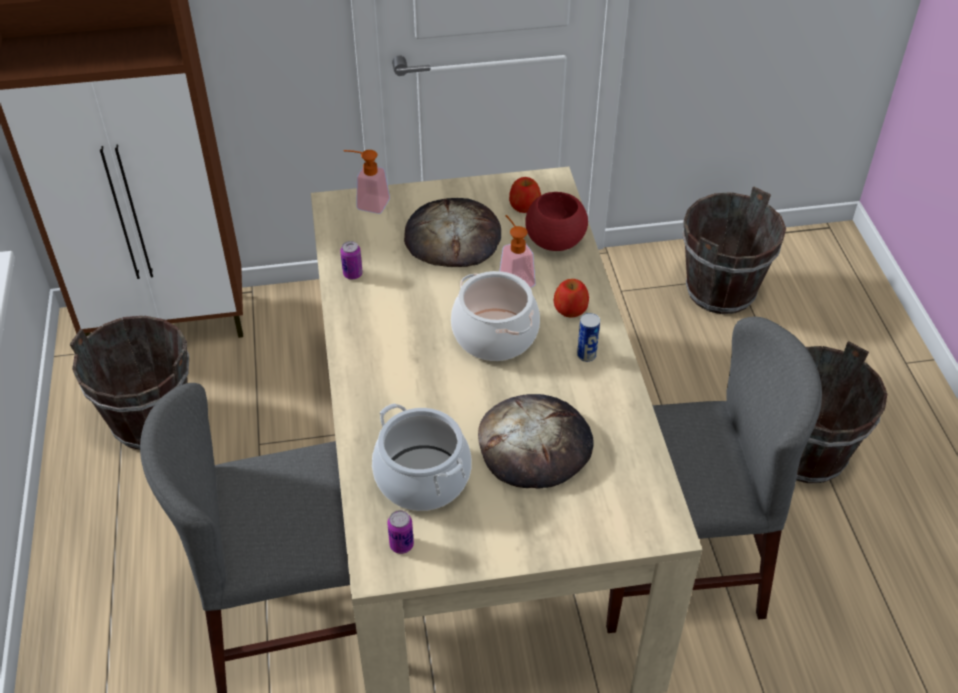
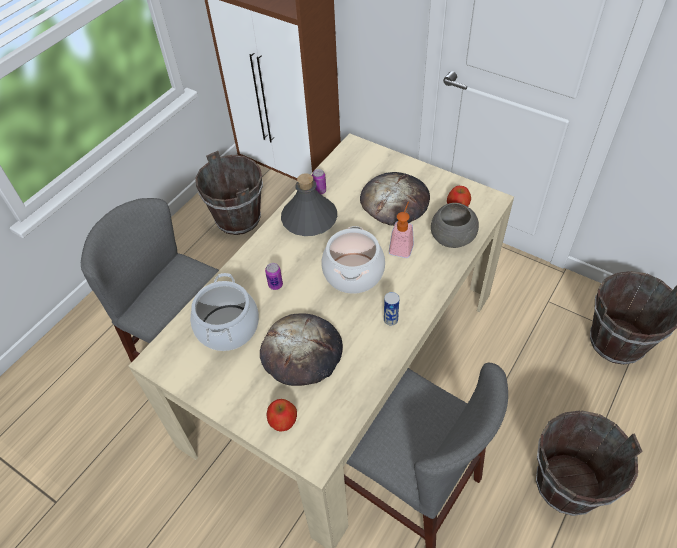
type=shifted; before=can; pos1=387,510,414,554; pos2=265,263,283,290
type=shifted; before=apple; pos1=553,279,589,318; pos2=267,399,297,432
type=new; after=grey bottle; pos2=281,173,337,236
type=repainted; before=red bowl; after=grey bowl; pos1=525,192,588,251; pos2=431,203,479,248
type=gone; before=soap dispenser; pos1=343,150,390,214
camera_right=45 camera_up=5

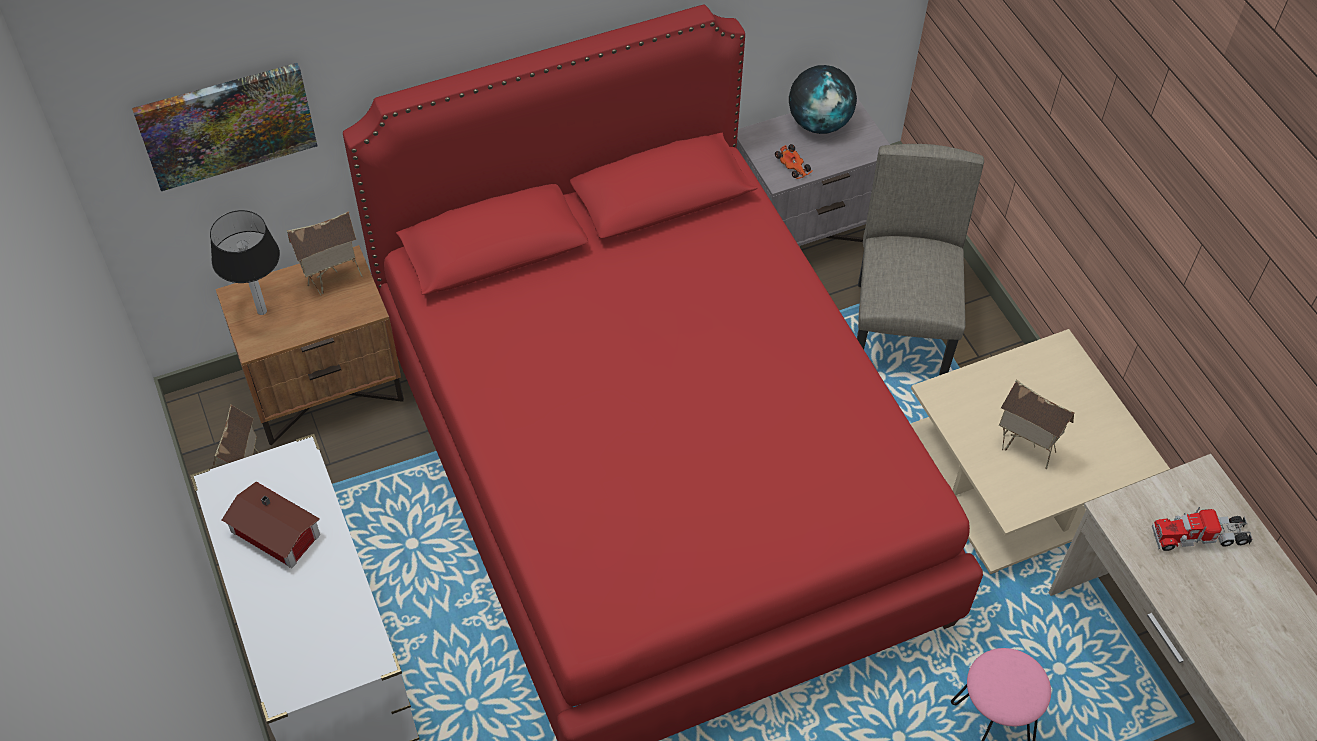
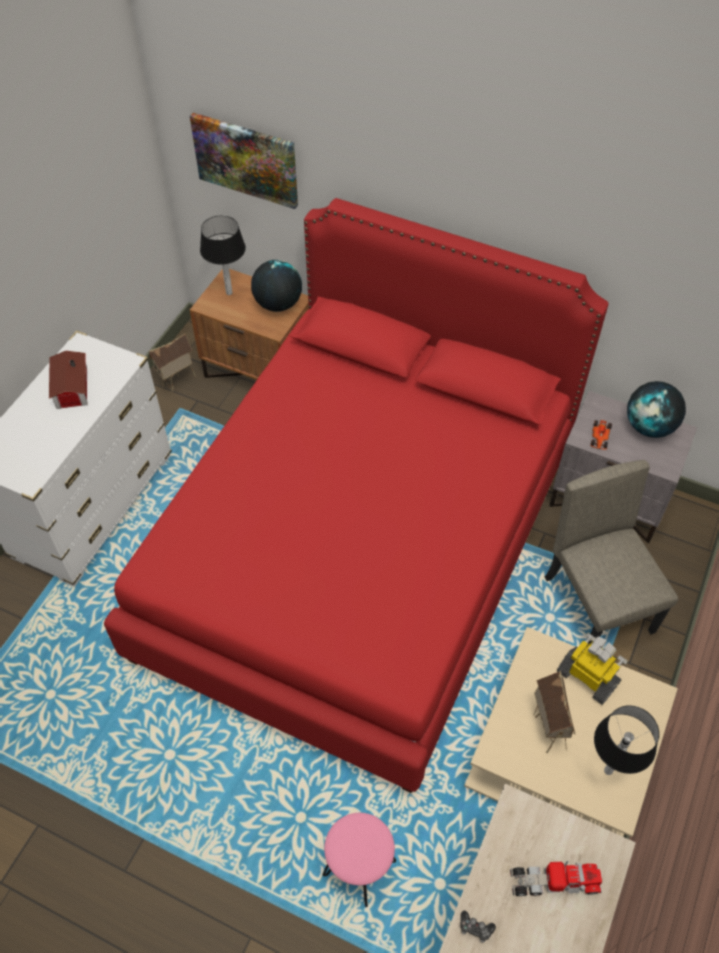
type=swapped; before=toy house; after=globe; pos1=287,211,363,296; pos2=251,260,302,312
type=new; after=game controller; pos2=460,911,496,943
type=rotated; before=toy truck; pos1=1152,507,1253,551; pos2=510,861,602,896; turn=135
type=rotated; before=beige chair; pos1=857,144,984,375; pos2=545,460,678,649; turn=-75
type=new; after=toy robot; pos2=557,633,628,705
type=new; after=table lamp; pos2=594,705,659,775
camera_right=50 camera_up=0

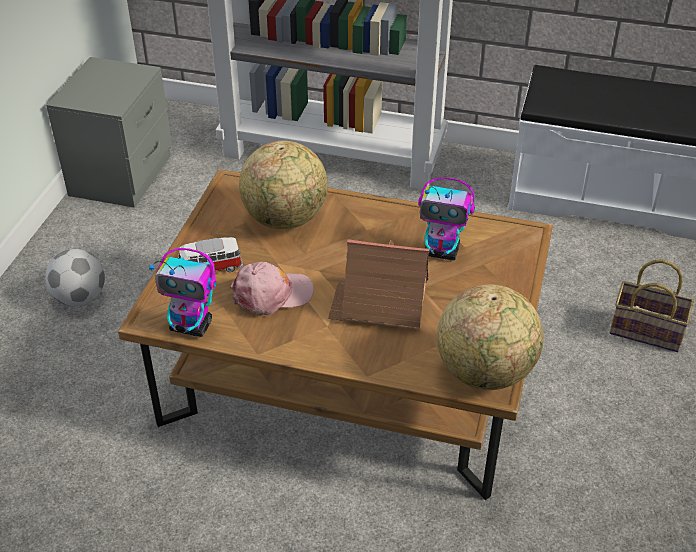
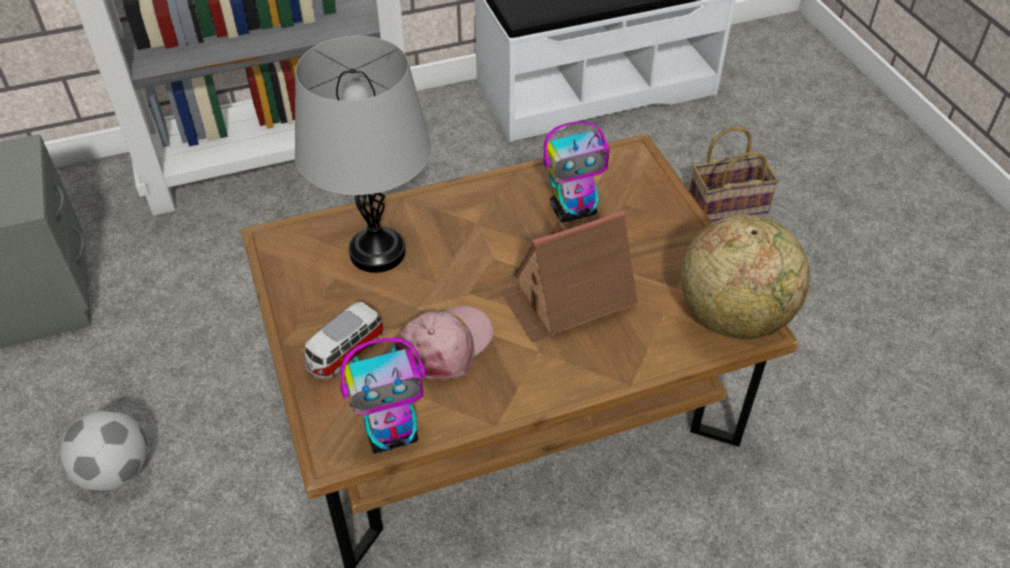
type=swapped; before=globe; after=grey table lamp; pos1=239,141,328,229; pos2=295,36,432,273
camera_right=-35 camera_up=5

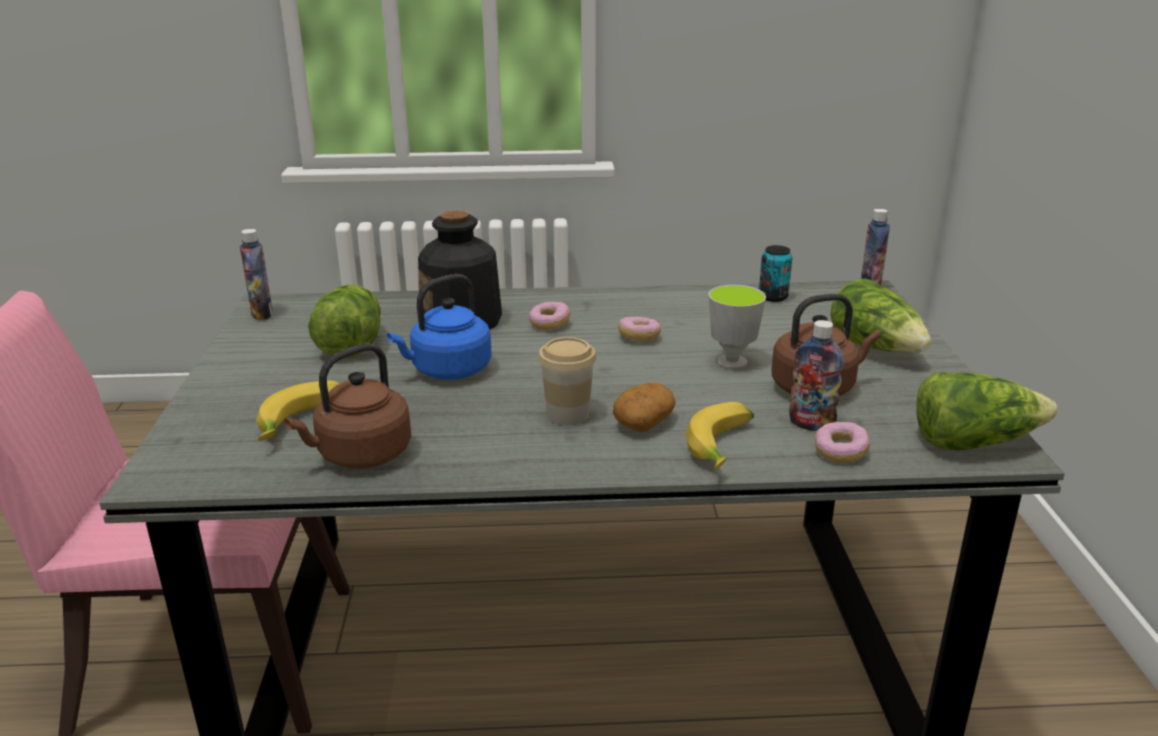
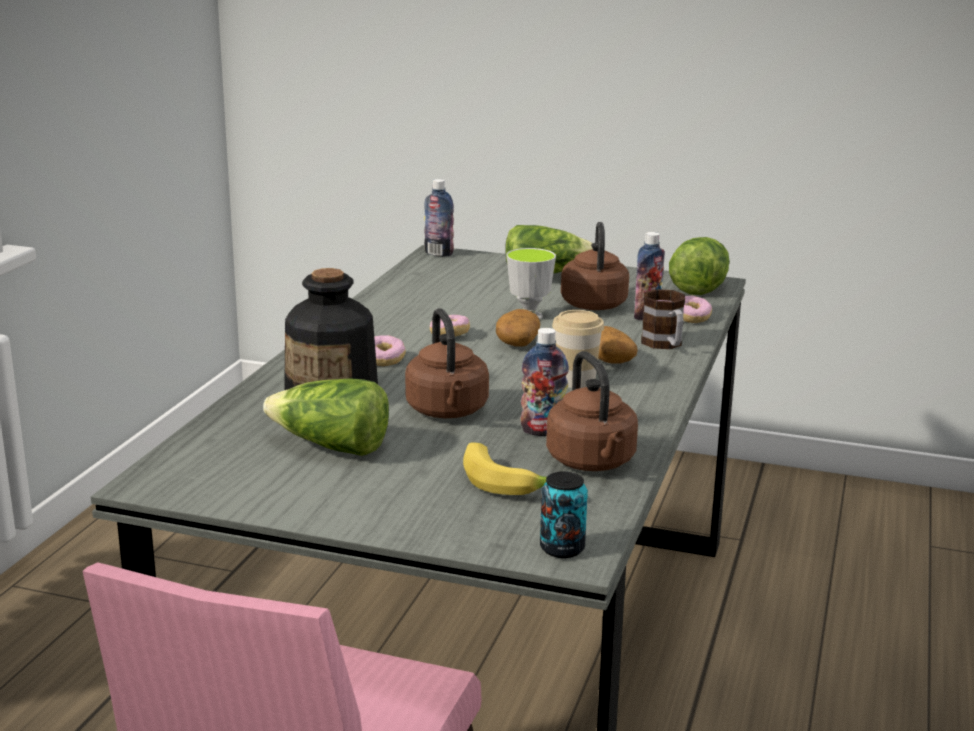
type=repainted; before=blue kettle; after=brown kettle; pos1=387,274,492,380; pos2=405,308,489,418
type=new; after=potato; pos2=496,309,540,347
type=shifted; before=bottle; pos1=240,229,273,320; pos2=520,328,569,436
type=shifted; before=can; pos1=759,245,792,302; pos2=540,471,588,558
type=swapped; before=banana; after=mug; pos1=686,402,754,470; pos2=641,289,685,349
camera_right=-70 camera_up=-5

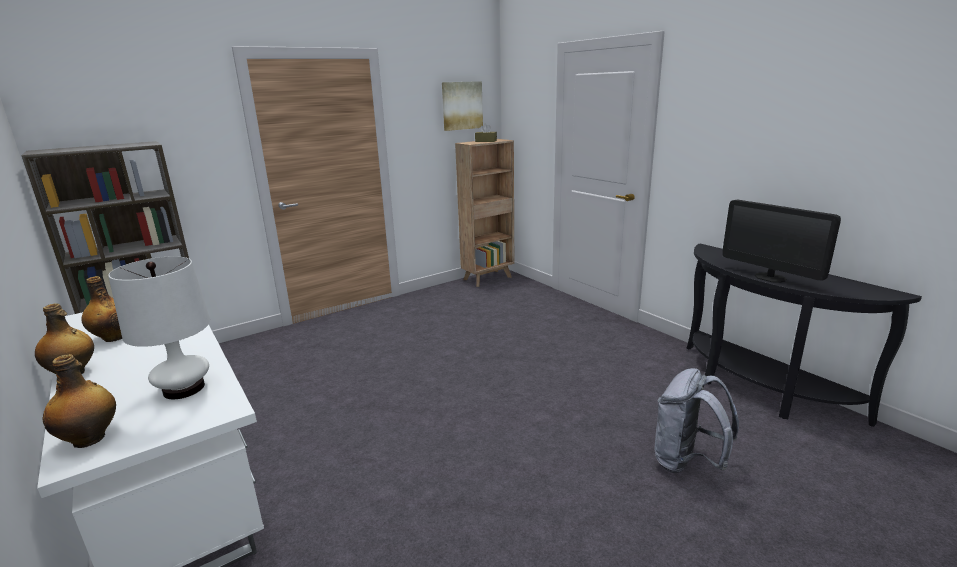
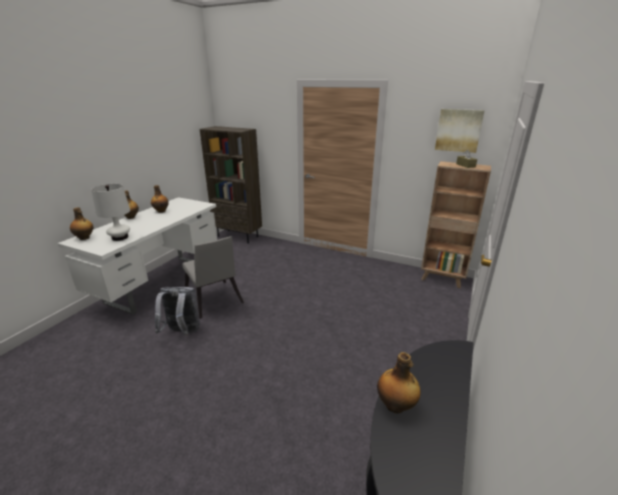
type=shifted; before=grey backpack; pos1=655,368,739,473; pos2=155,287,200,336
type=new; after=grey chair; pos2=182,236,244,319
type=swapped; before=monitor; after=bottle; pos1=722,199,841,283; pos2=377,352,421,413
camera_right=60 camera_up=5

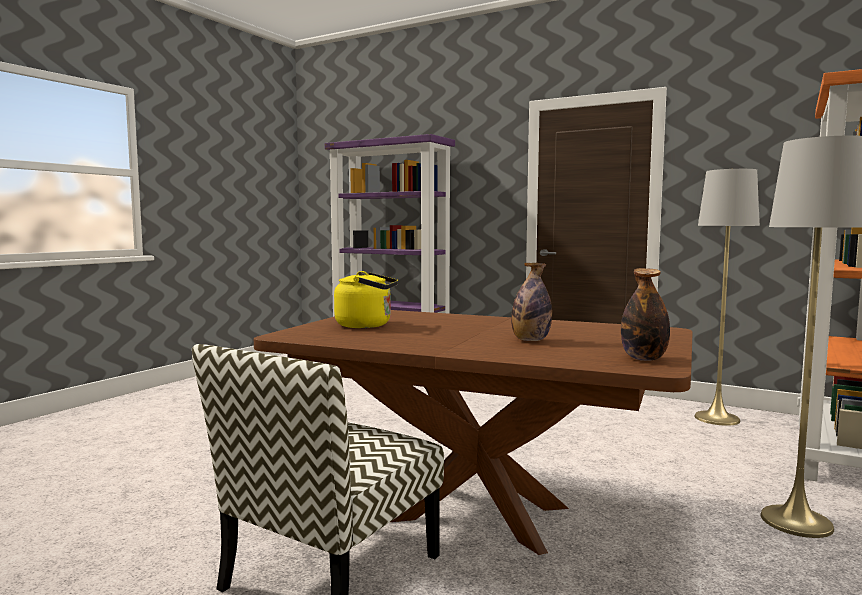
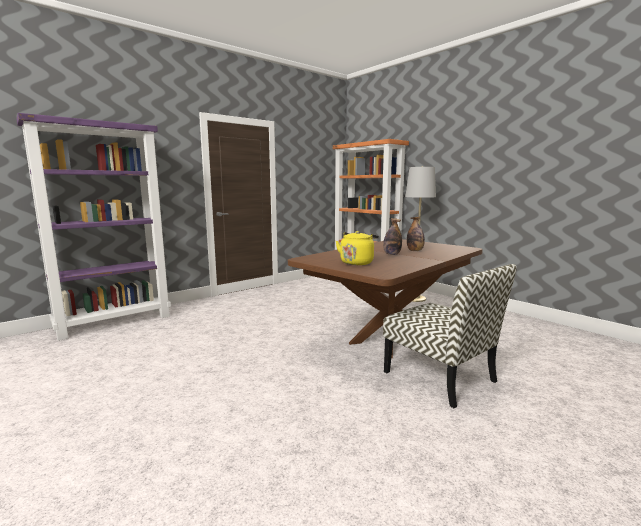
type=shifted; before=bottle; pos1=621,268,670,361; pos2=383,218,402,255
type=gone; before=grey floor lamp; pos1=695,169,760,426
camera_right=-70 camera_up=5

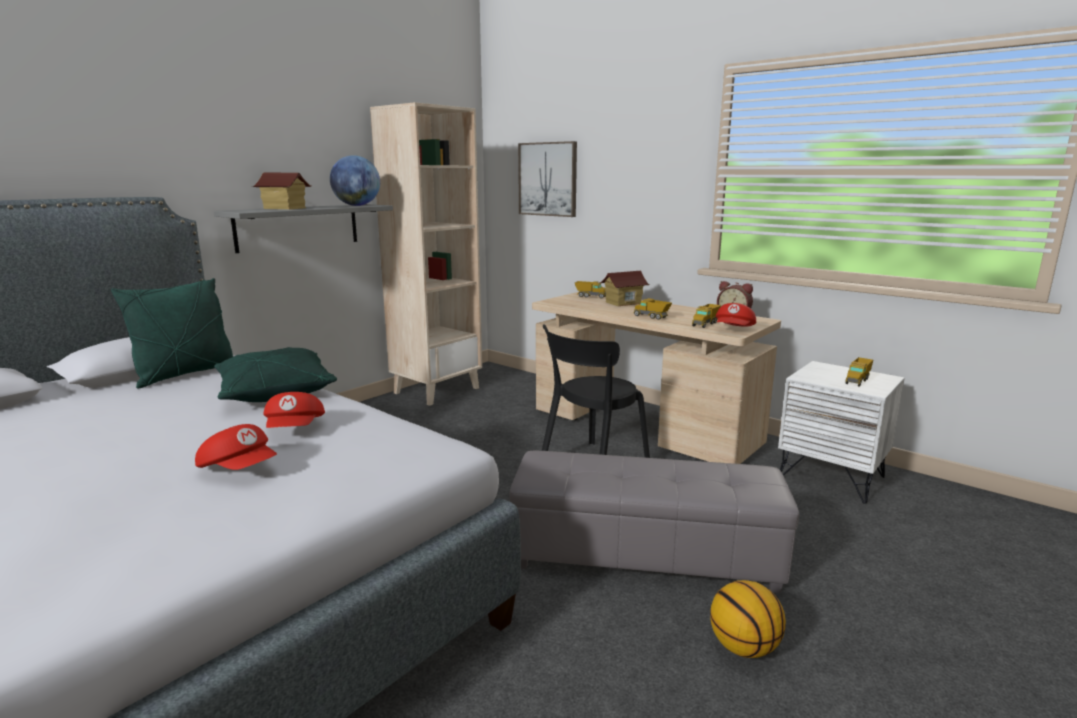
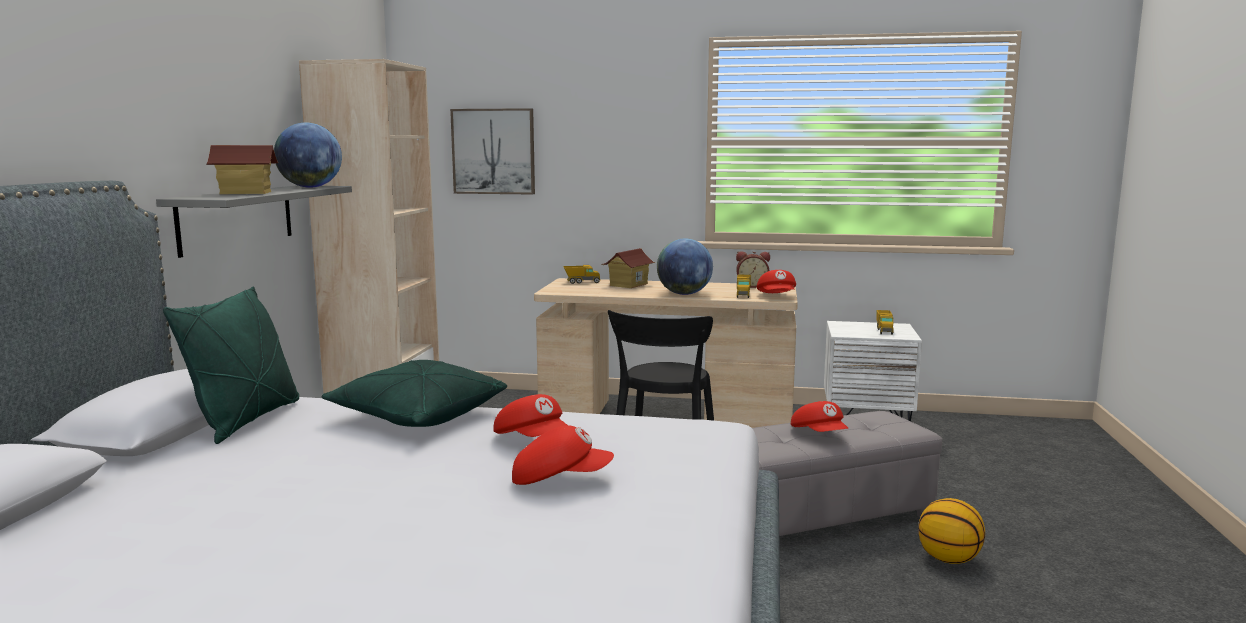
type=swapped; before=toy truck; after=globe; pos1=634,298,672,320; pos2=657,238,713,295
type=new; after=red cap; pos2=791,401,848,432
camera_right=-30 camera_up=-5

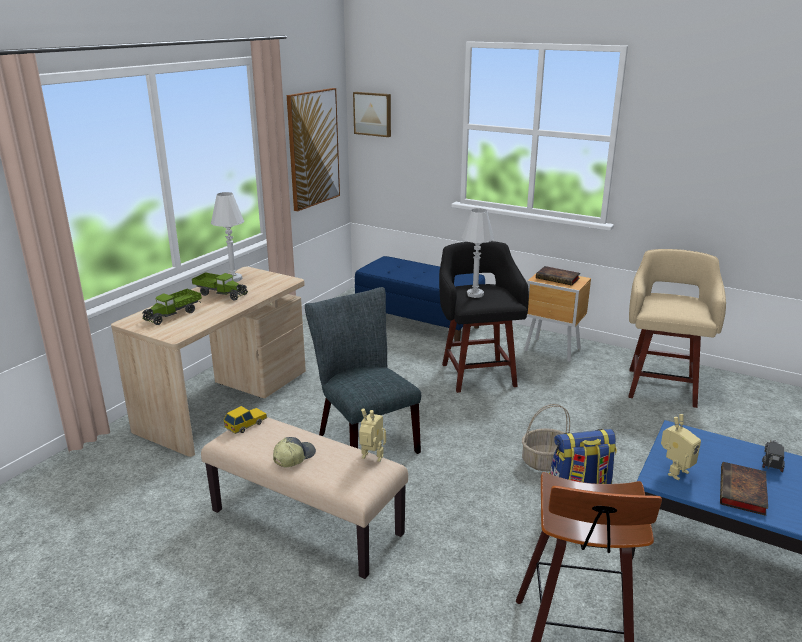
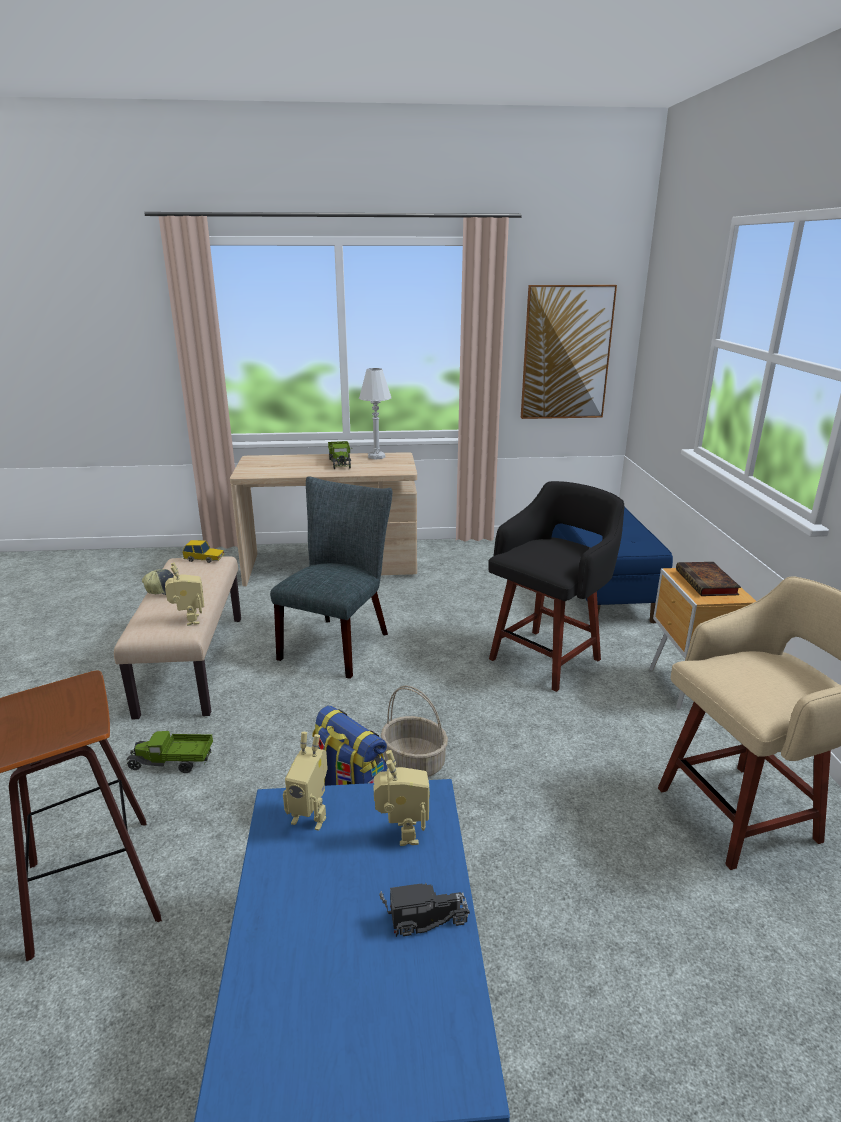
type=shifted; before=toy truck; pos1=142,289,202,325; pos2=126,731,213,773
type=new; after=toy robot; pos2=373,750,430,846
type=gone; before=picture; pos1=353,92,391,137
type=gone; before=white table lamp; pos1=462,208,494,298
type=gone; before=book; pos1=720,462,768,516
camera_right=55 camera_up=0

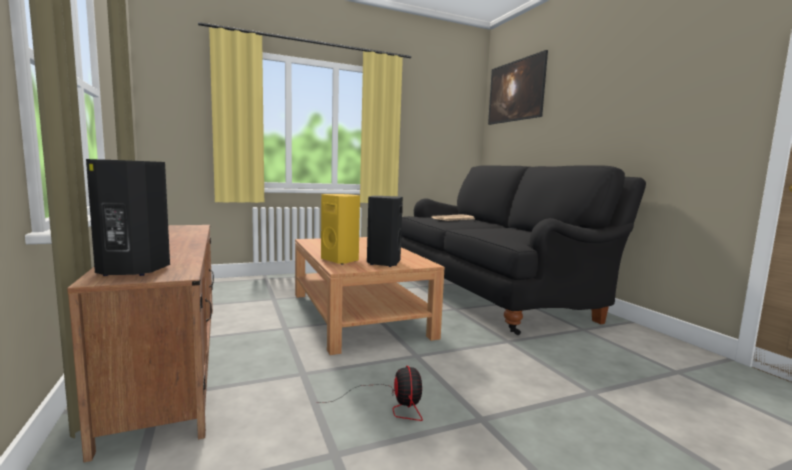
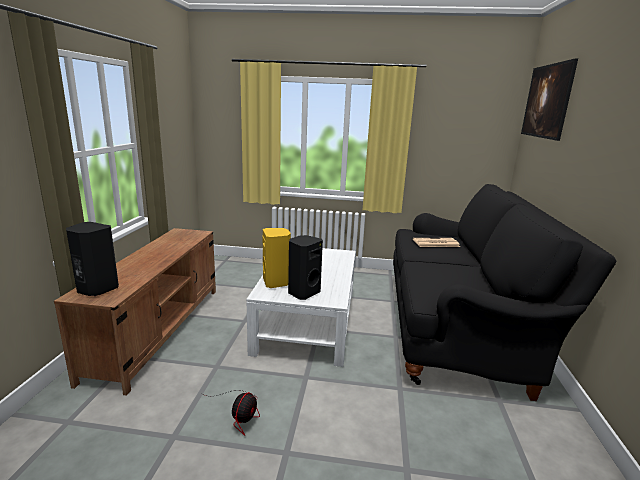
type=repainted; before=brown coffee table; after=white coffee table; pos1=295,237,445,355; pos2=246,248,356,367
camera_right=30 camera_up=10

